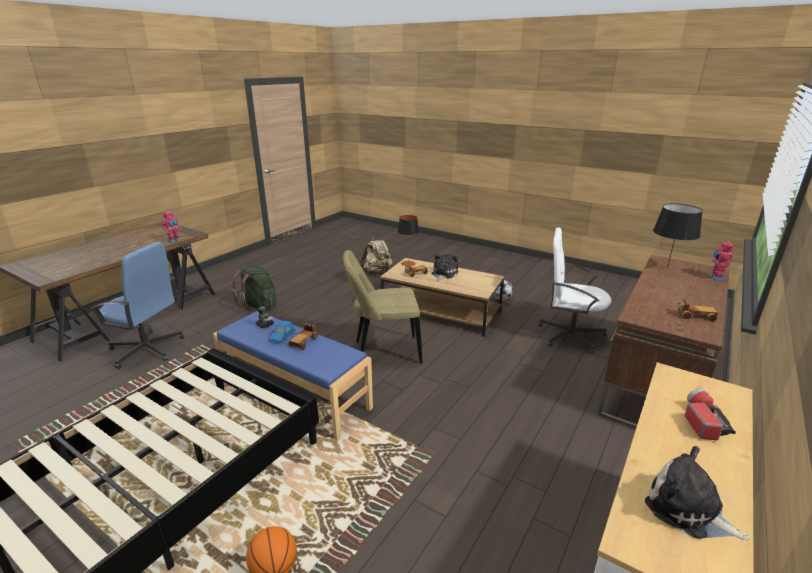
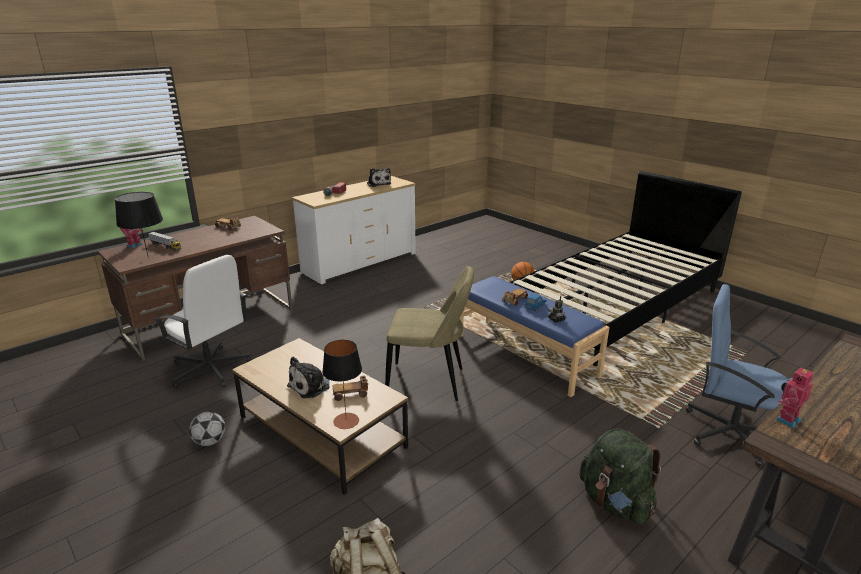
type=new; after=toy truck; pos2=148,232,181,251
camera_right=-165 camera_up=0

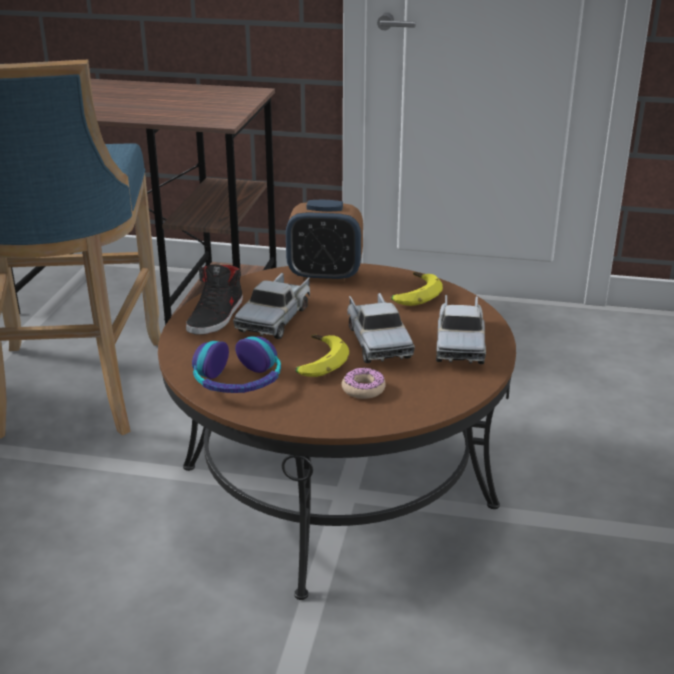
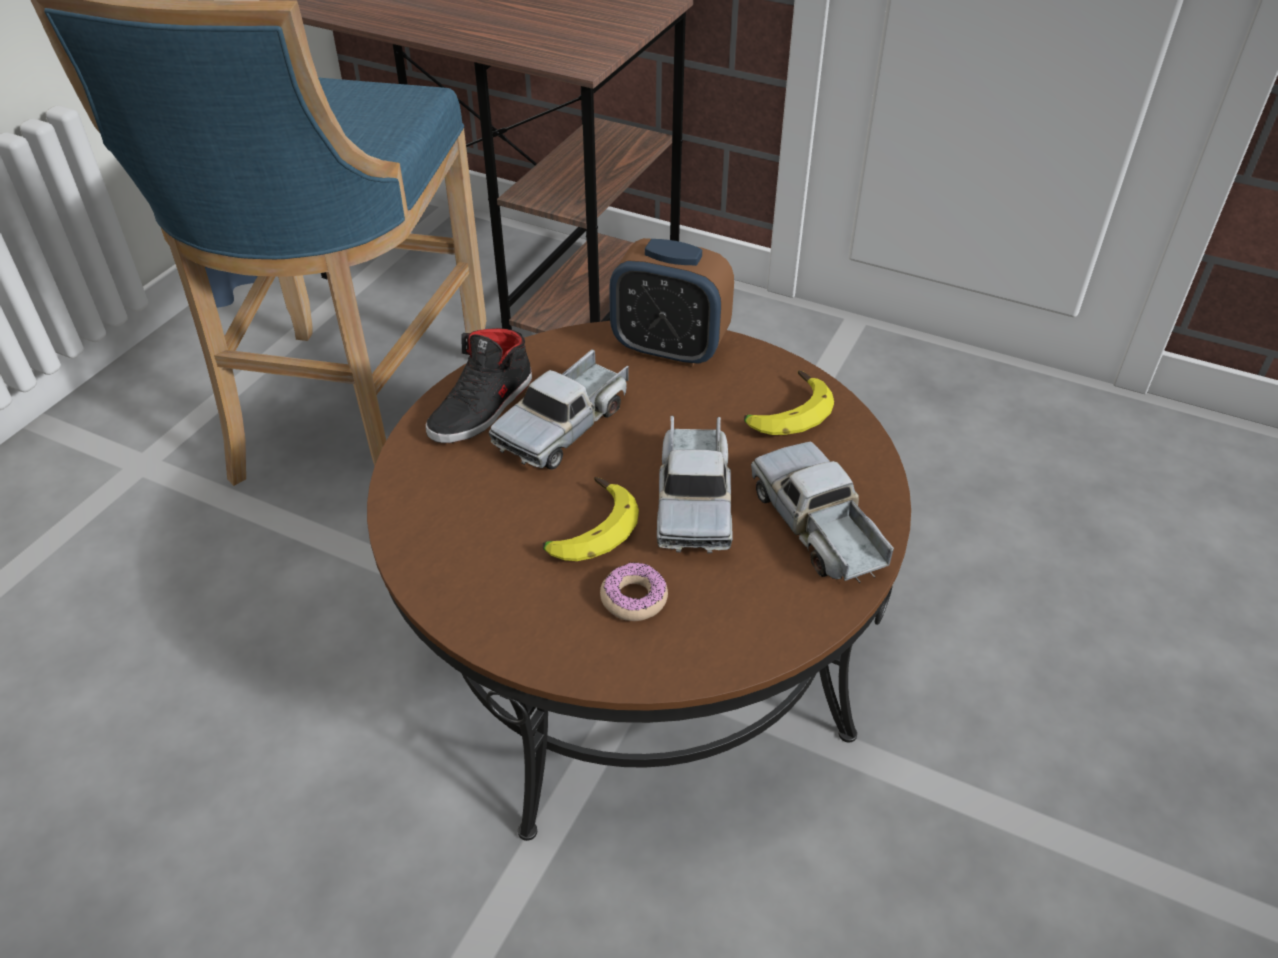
type=rotated; before=toy truck; pos1=436,295,486,364; pos2=751,442,894,583; turn=135
type=gone; before=headphones; pos1=192,336,281,393
camera_right=15 camera_up=15

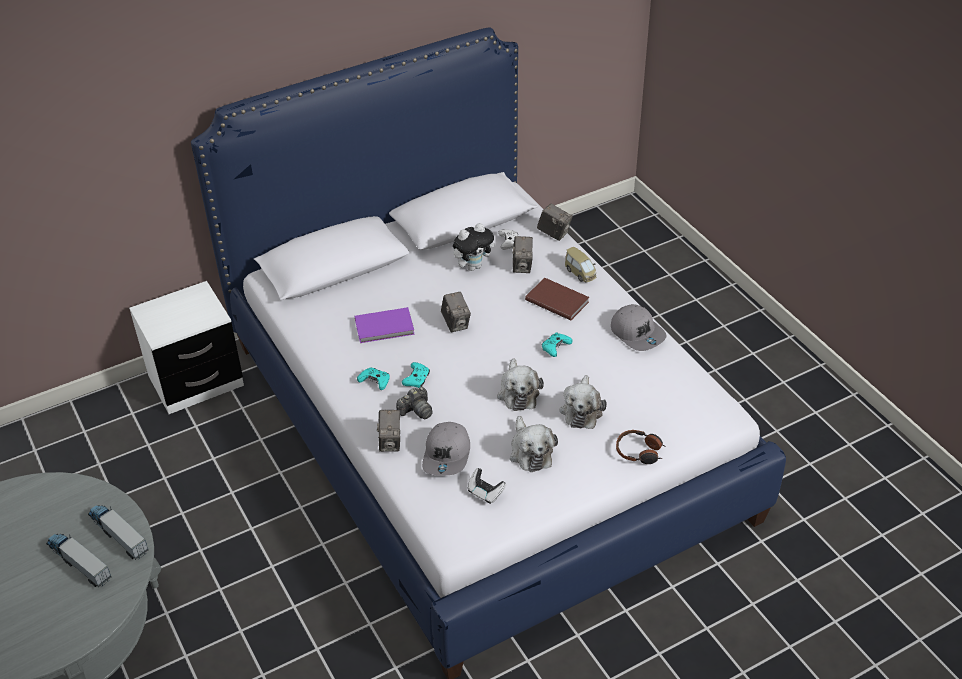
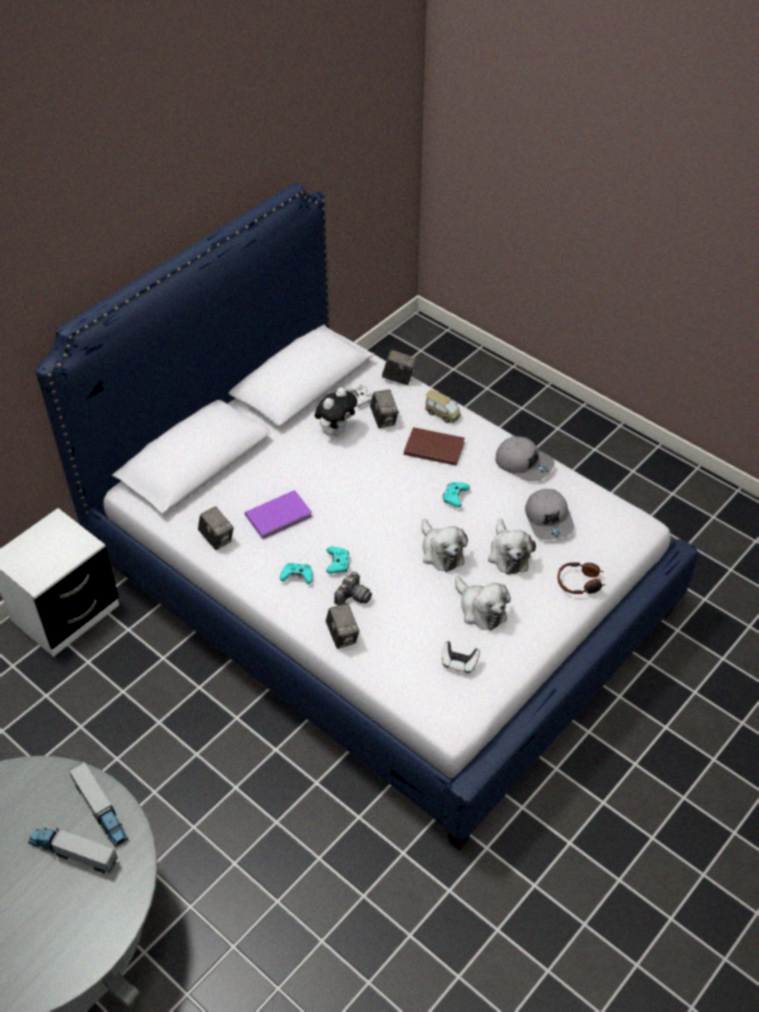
type=rotated; before=toy truck; pos1=88,505,149,560; pos2=69,761,129,847; turn=-150
type=shifted; before=photo camera; pos1=441,292,471,332; pos2=198,506,234,550
type=shifted; before=grey cap; pos1=422,422,470,475; pos2=525,489,574,540
camera_right=-20 camera_up=5

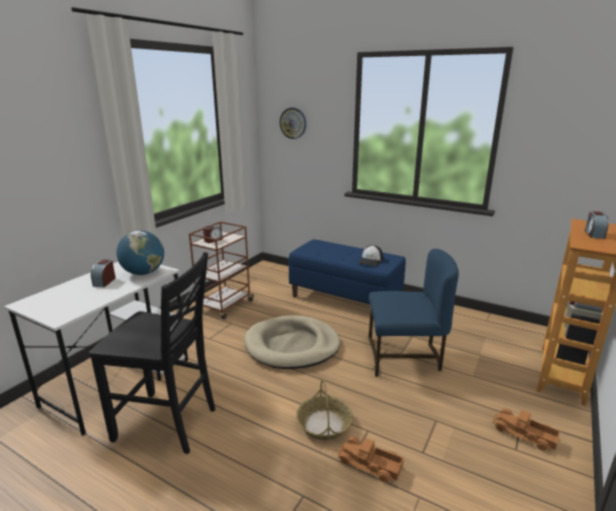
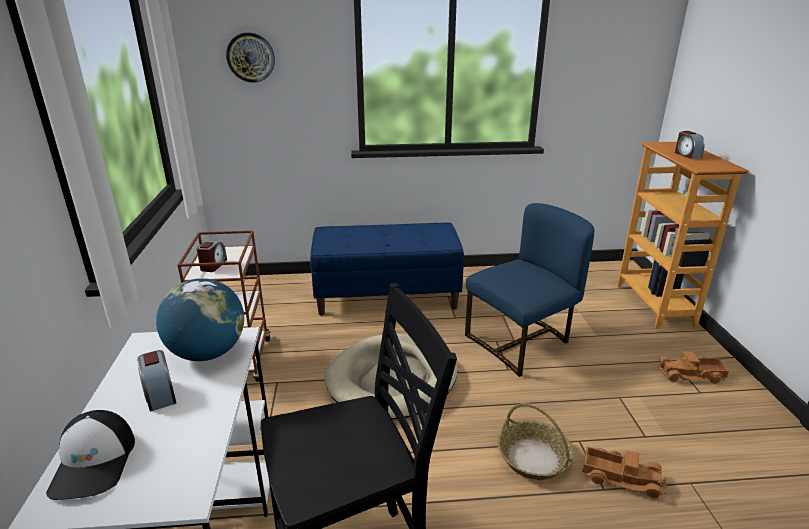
type=shifted; before=cap; pos1=358,245,383,266; pos2=46,410,135,500
type=rotated; before=toy truck; pos1=338,436,404,482; pos2=583,446,667,498; turn=-150
camera_right=-35 camera_up=5

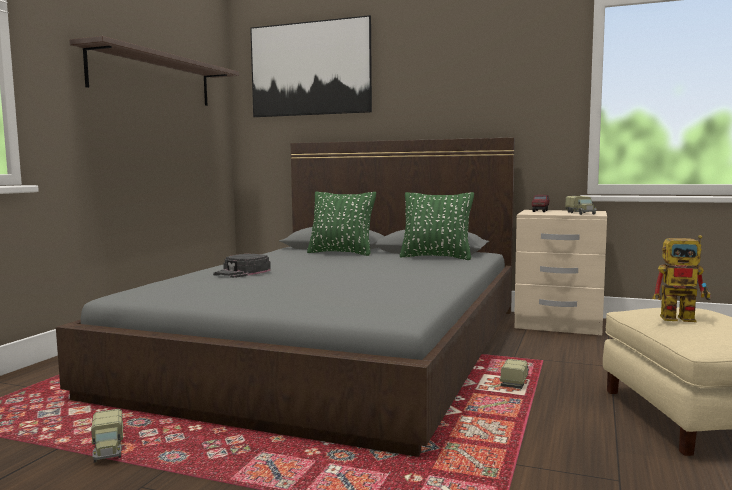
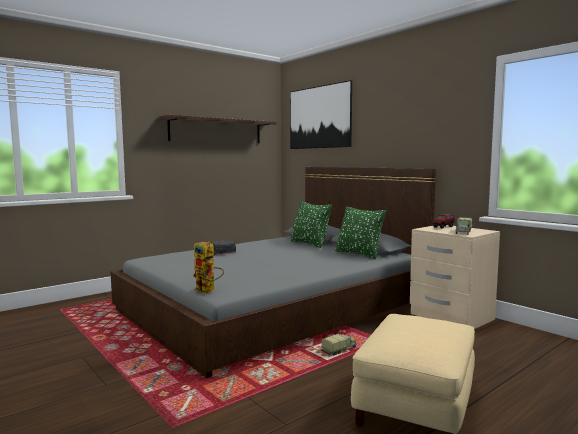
type=shifted; before=toy robot; pos1=652,235,711,322; pos2=193,242,224,294
type=gone; before=toy truck; pos1=91,409,123,462
camera_right=30 camera_up=0

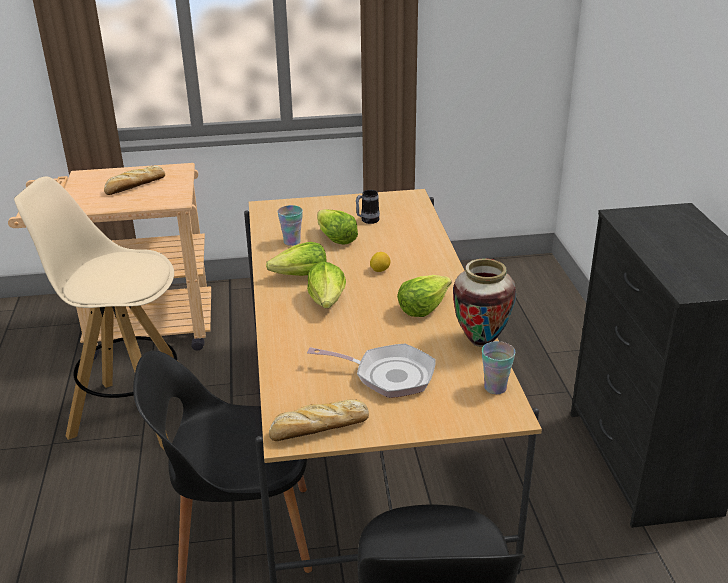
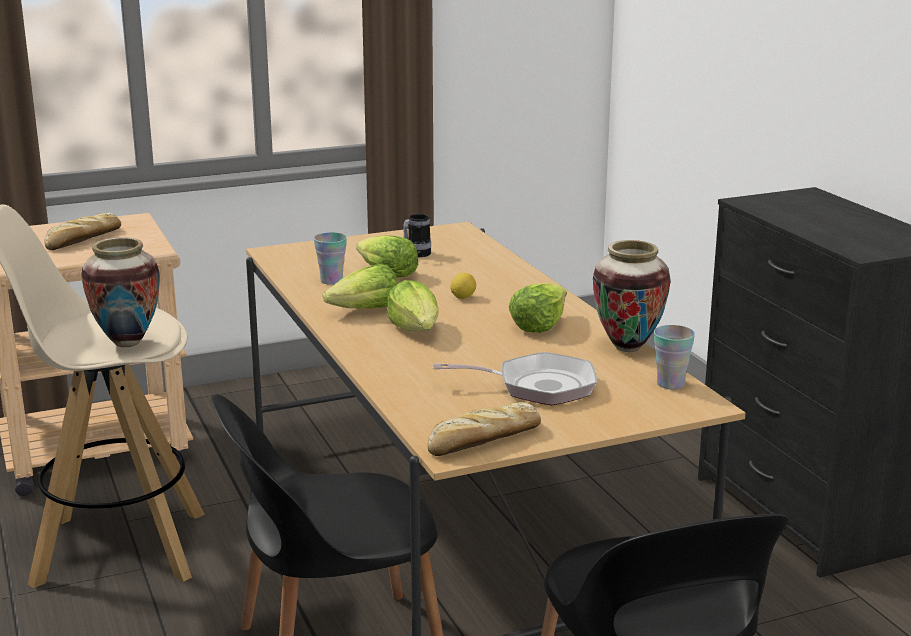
type=new; after=vase; pos2=81,237,160,347
camera_right=-15 camera_up=-10

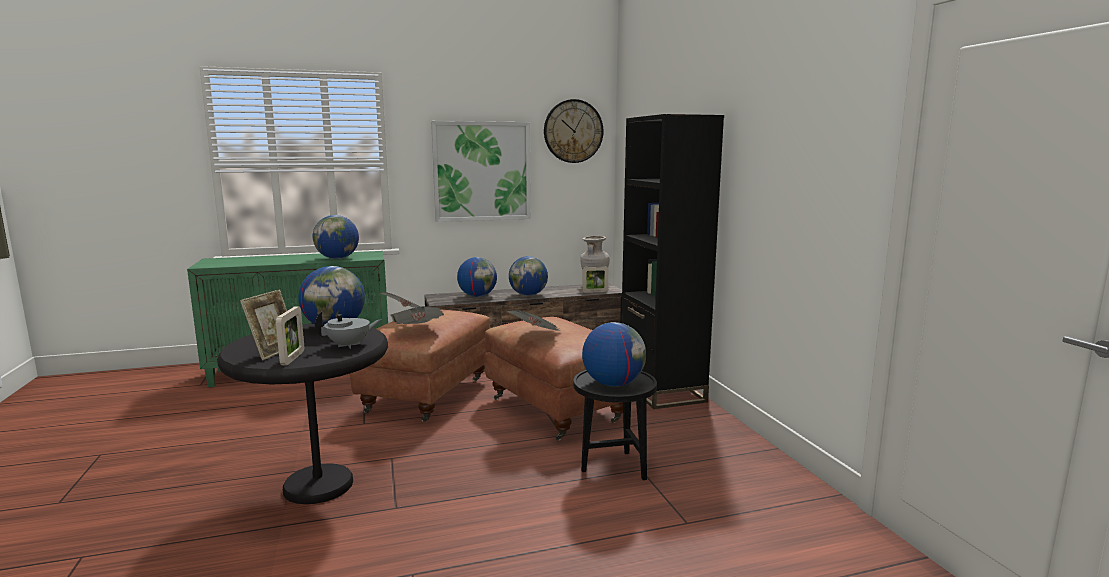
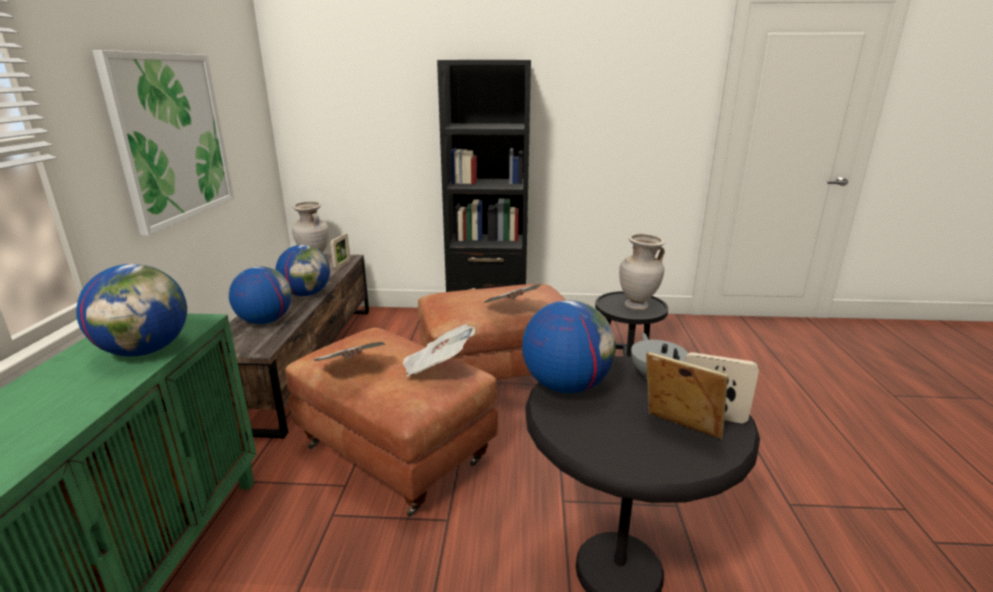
type=swapped; before=globe; after=beige vase; pos1=582,322,646,387; pos2=619,234,665,310
type=gone; before=wall clock; pos1=544,99,603,163
camera_right=-70 camera_up=10

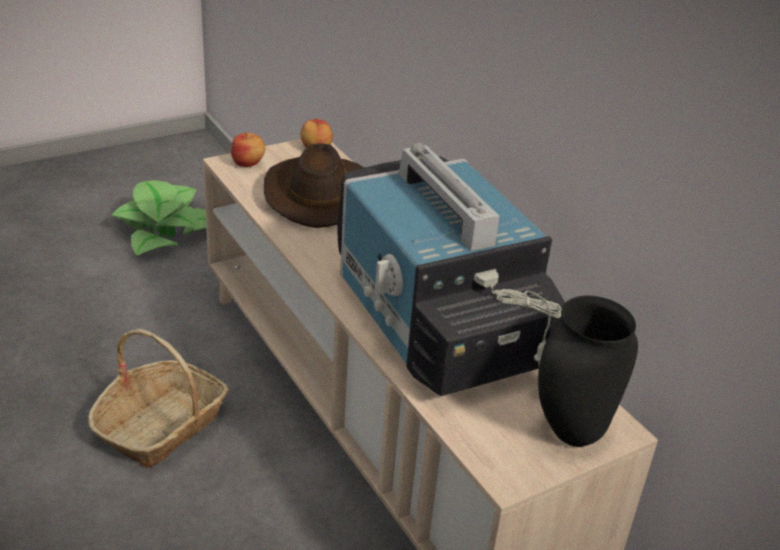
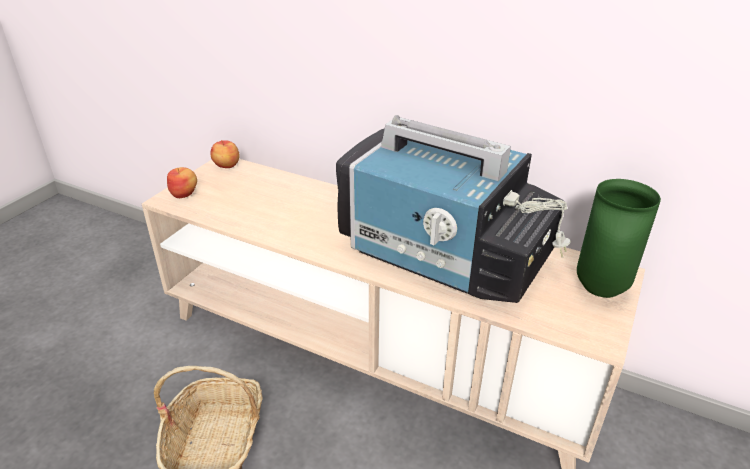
type=repainted; before=black vase; after=green vase; pos1=538,296,638,447; pos2=577,179,661,298
type=gone; before=potted plant; pos1=112,180,206,256
type=gone; before=brown hat; pos1=264,143,364,228
camera_right=-30 camera_up=0

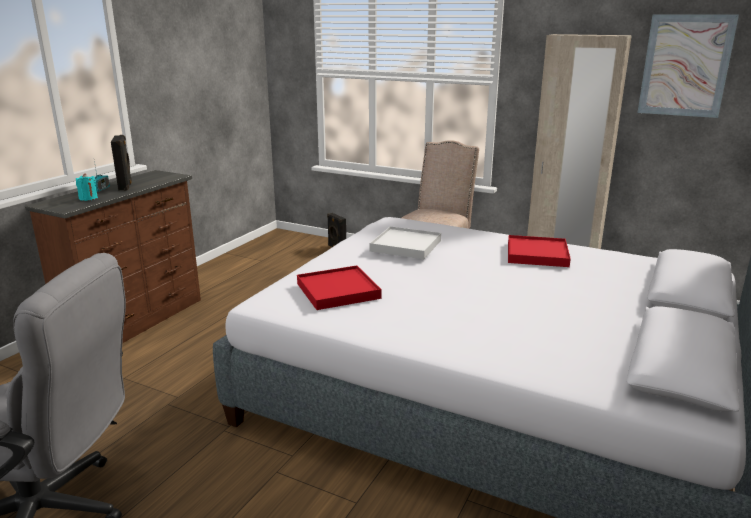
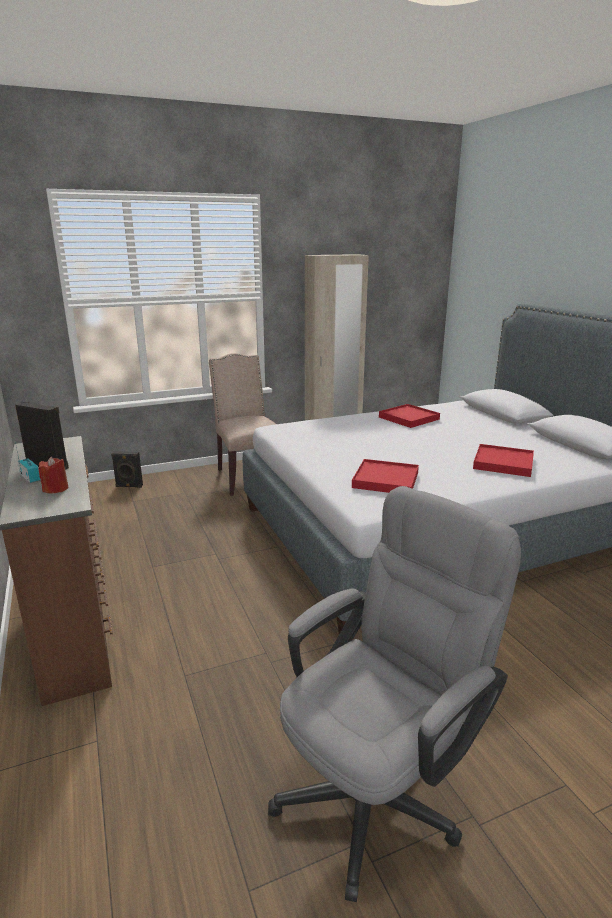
type=repainted; before=turquoise candle; after=red candle; pos1=76,174,98,201; pos2=38,457,68,494
type=new; after=red tray; pos2=473,444,534,477
type=gone; before=white tray; pos1=370,226,441,259
type=gone; before=picture; pos1=637,15,739,118
camera_right=-50 camera_up=0

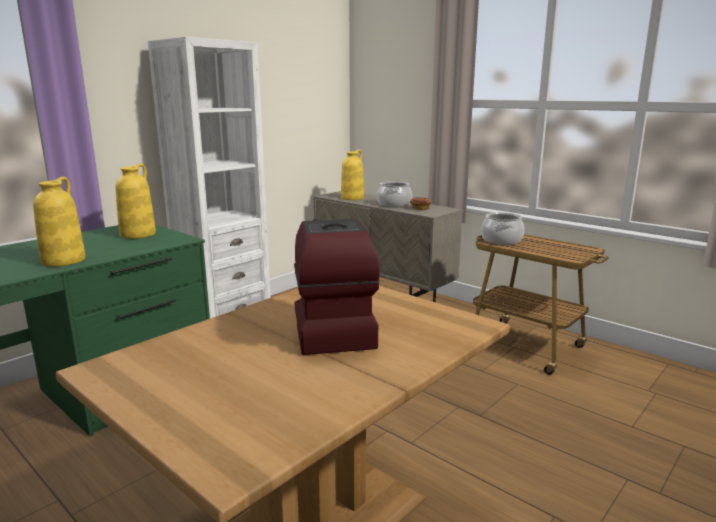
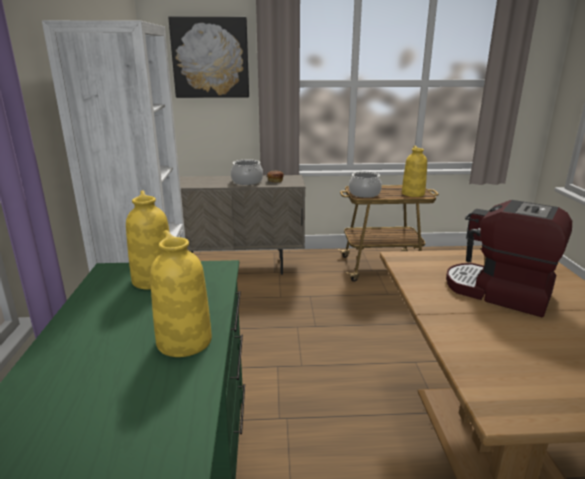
type=new; after=picture; pos2=168,17,249,98
type=shifted; before=yellow vase; pos1=341,150,364,200; pos2=402,145,427,197
camera_right=-45 camera_up=5

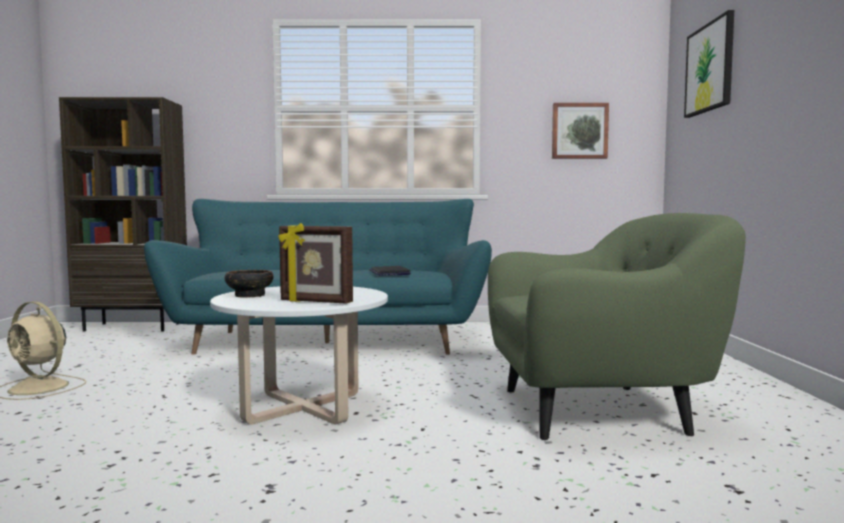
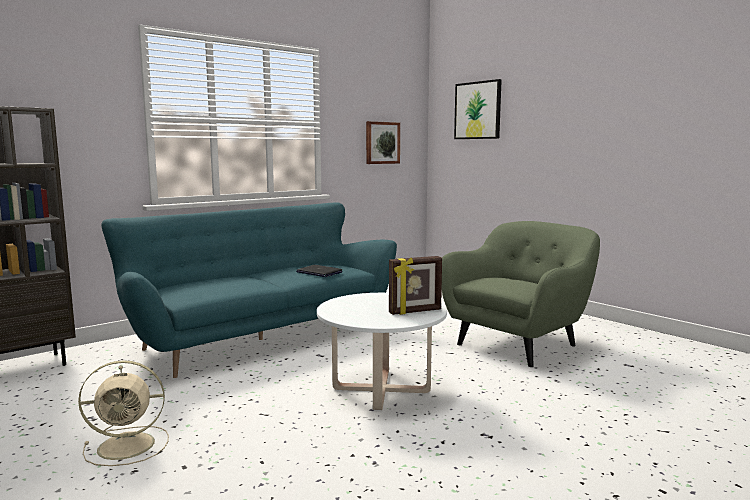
type=gone; before=bowl; pos1=225,270,274,298
camera_right=-40 camera_up=5

